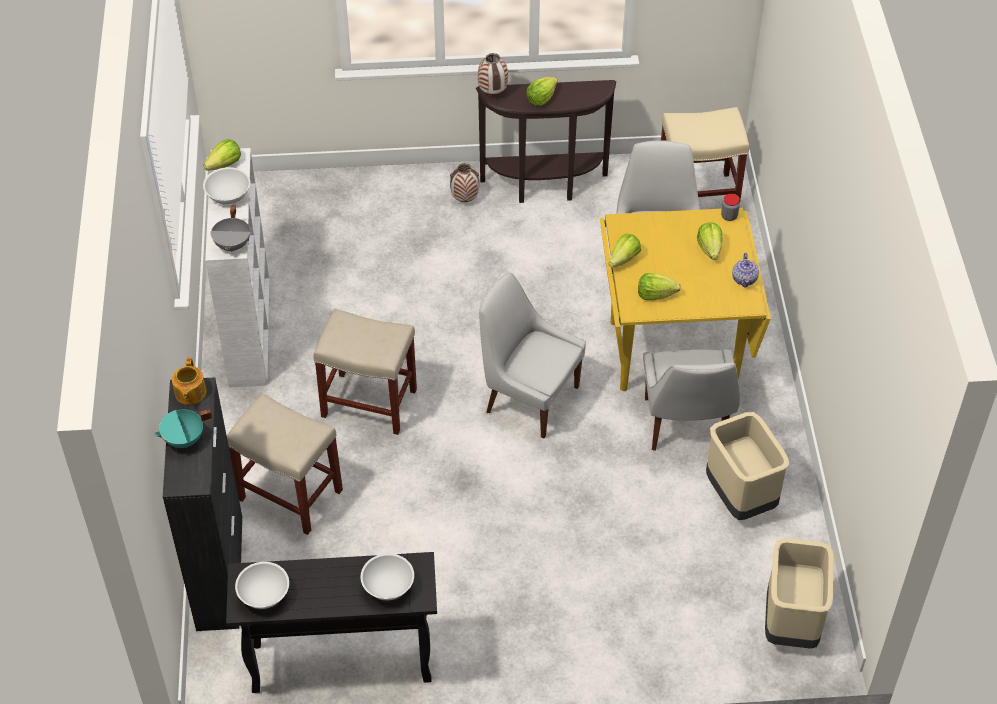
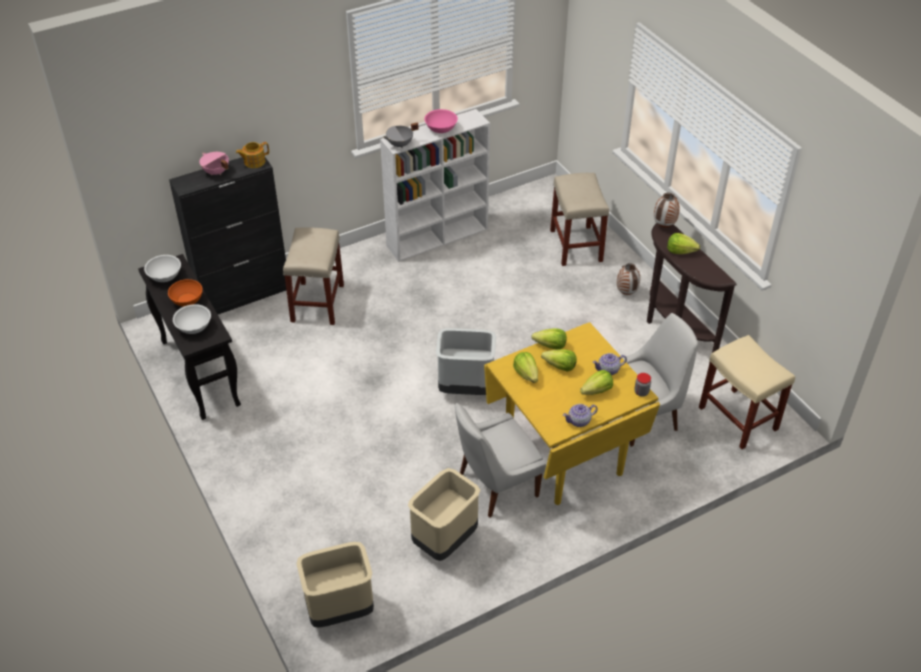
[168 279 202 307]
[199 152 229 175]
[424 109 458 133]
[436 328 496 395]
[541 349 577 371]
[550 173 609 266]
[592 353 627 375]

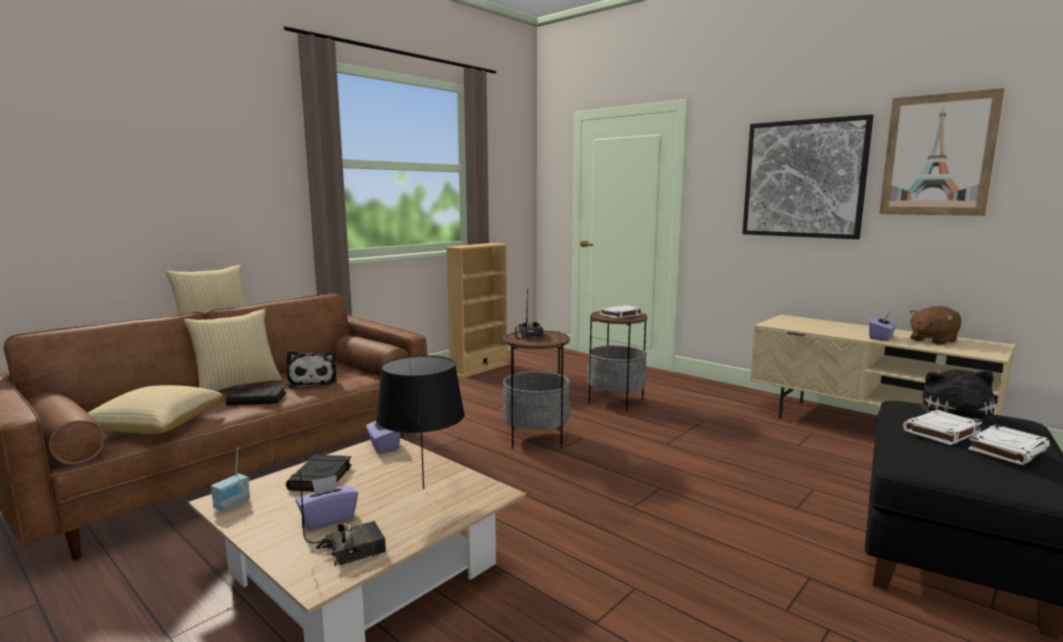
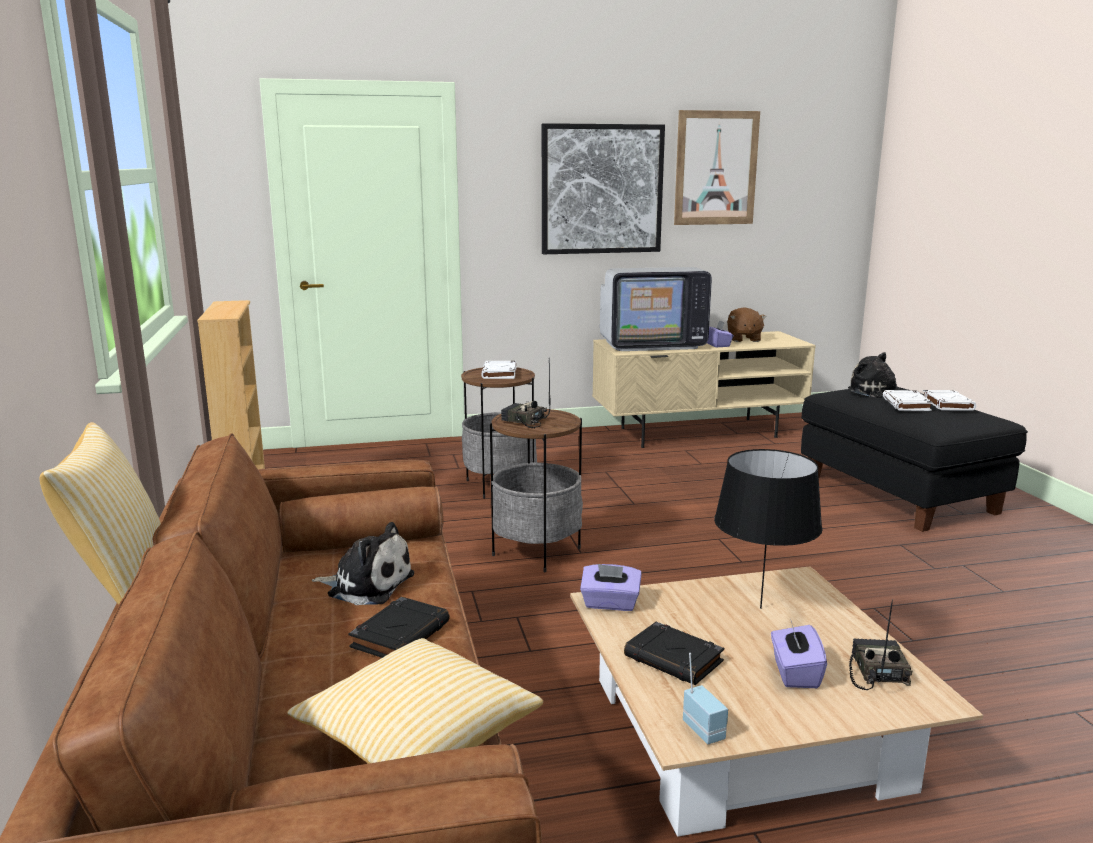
[600 267 712 351]
[184 309 282 391] (first image)

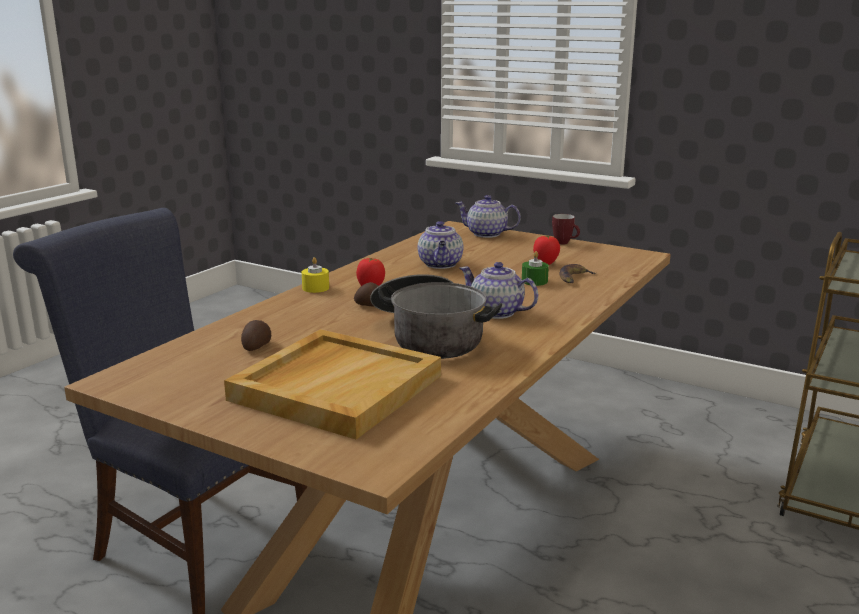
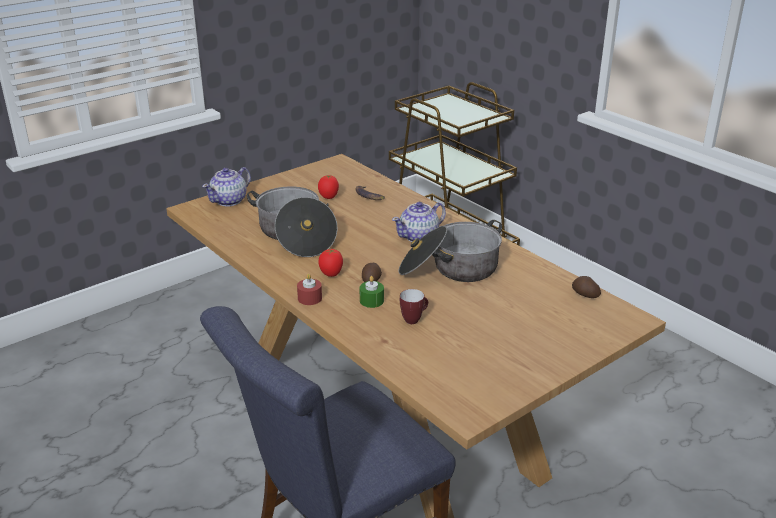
[247 186 338 257]
[297 274 322 305]
[359 276 384 308]
[400 289 428 324]
[572 276 601 298]
[224 329 441 439] (first image)

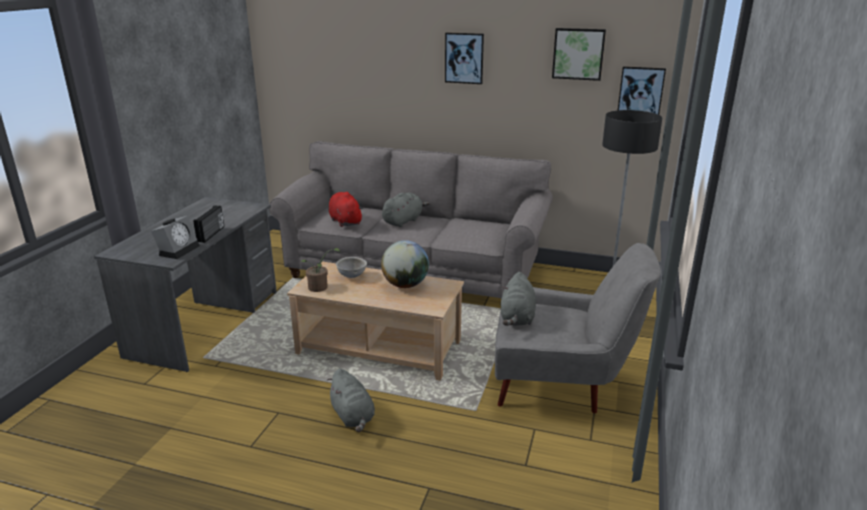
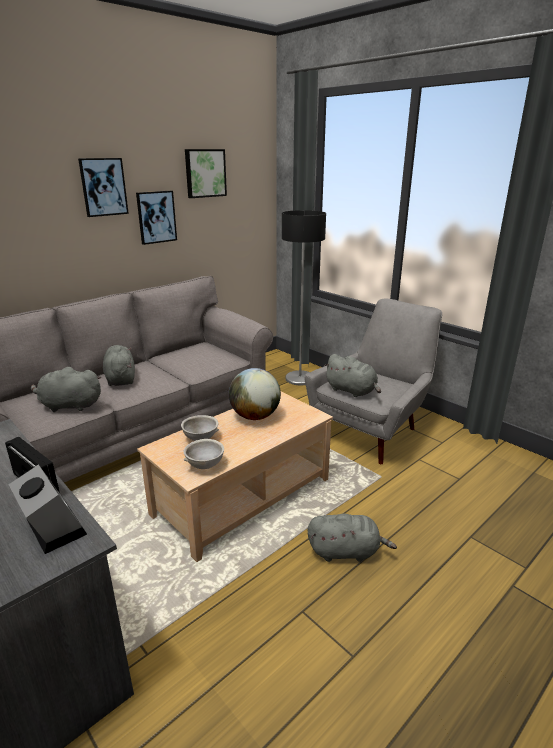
[31 367 102 412]
[136 191 177 245]
[184 439 224 469]

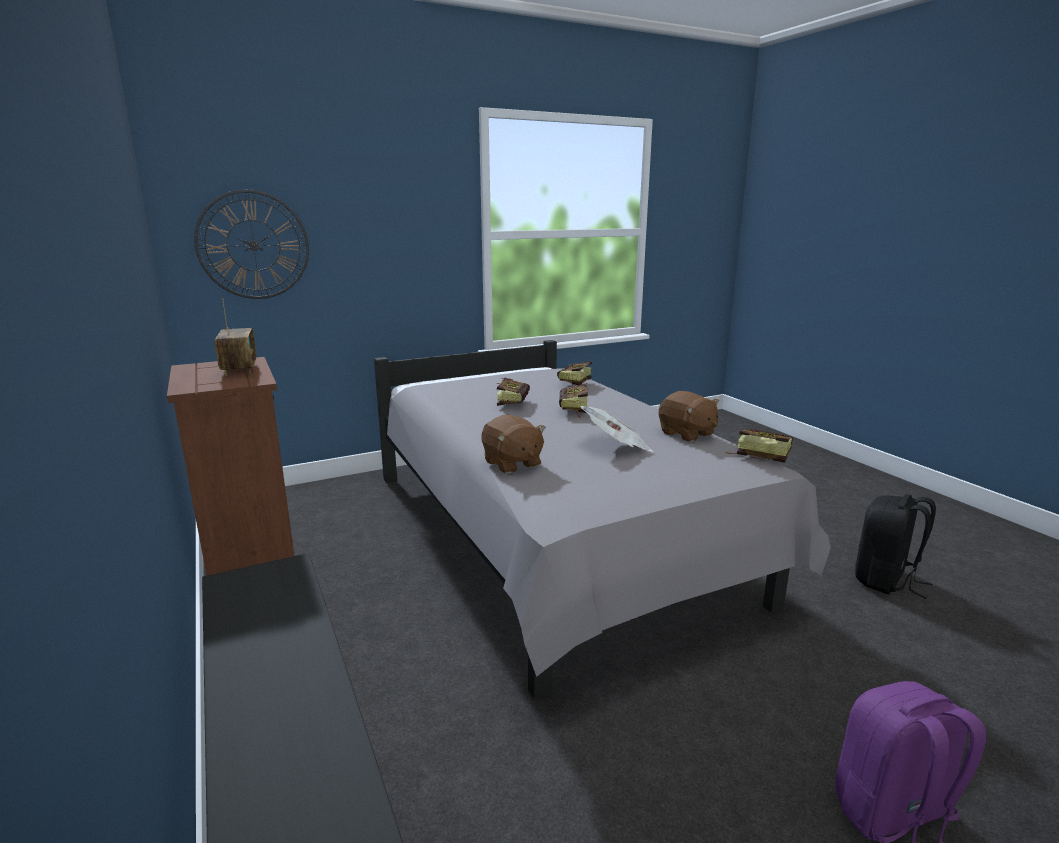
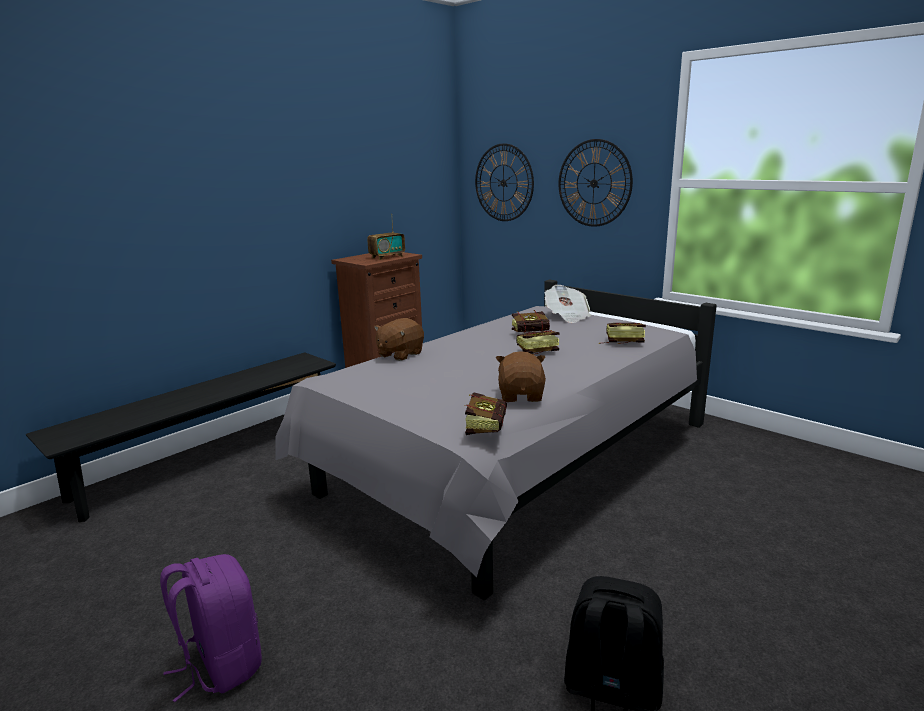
[496 351 546 402]
[545 285 591 323]
[559 139 633 227]

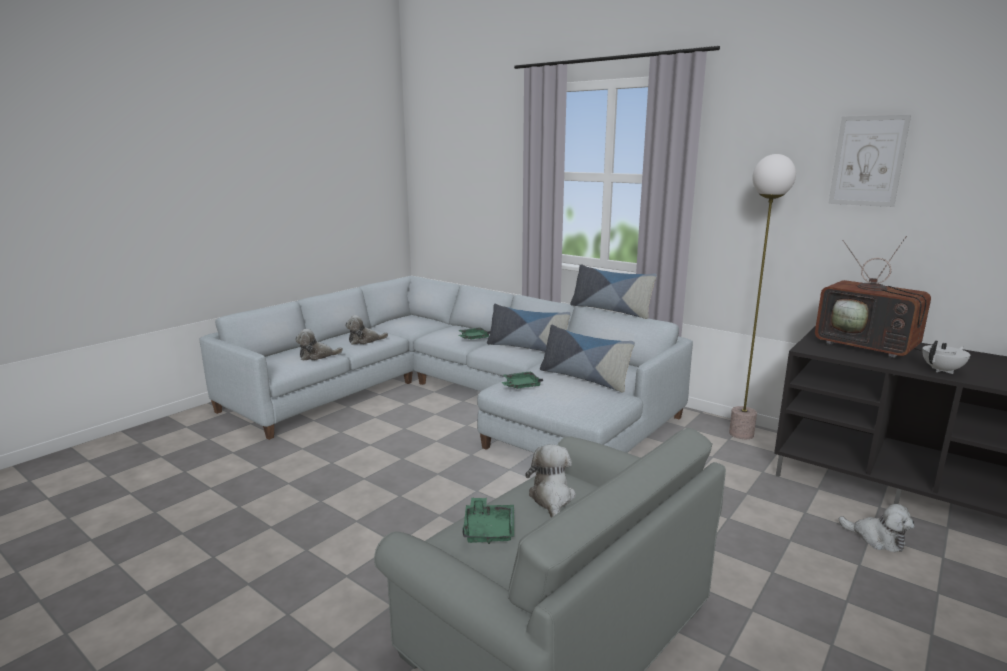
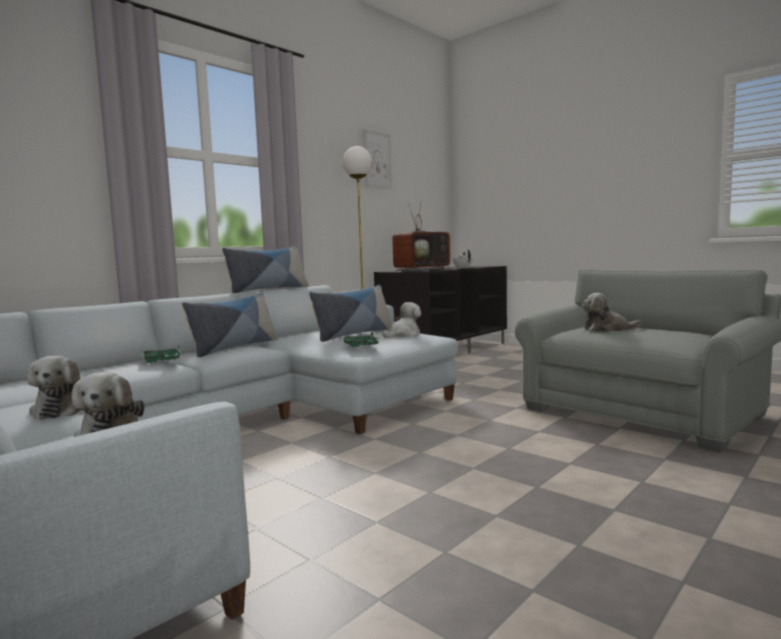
[382 302 421 338]
[462 498 514 544] (first image)

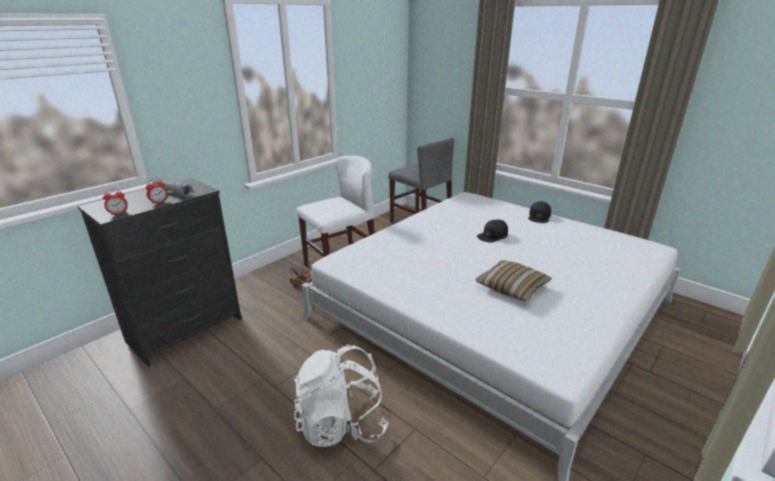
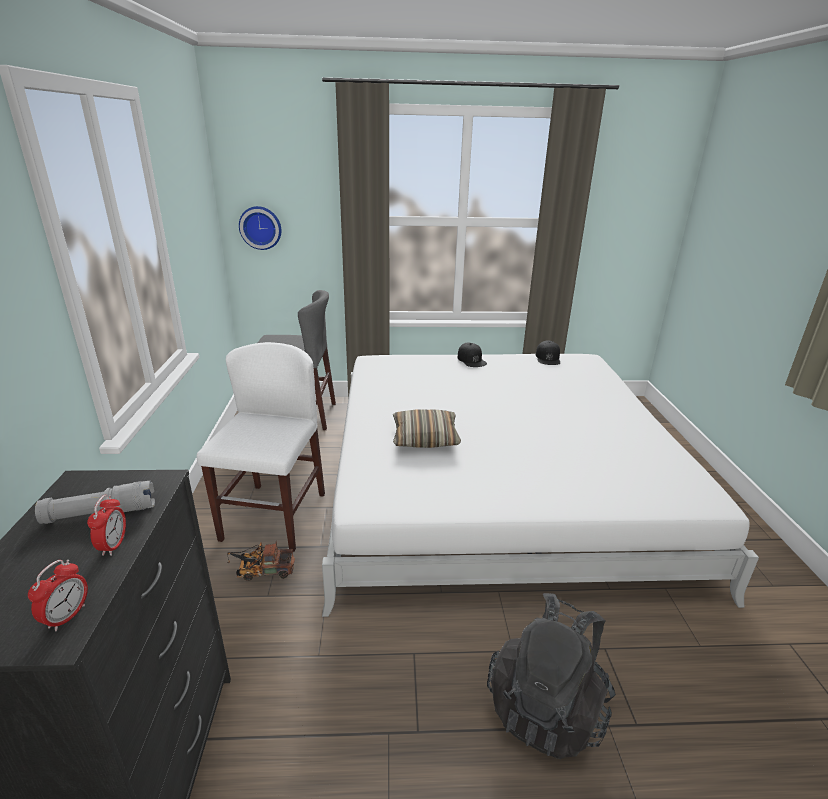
[239 206 281 250]
[393 409 461 448]
[487 593 616 759]
[536 340 560 365]

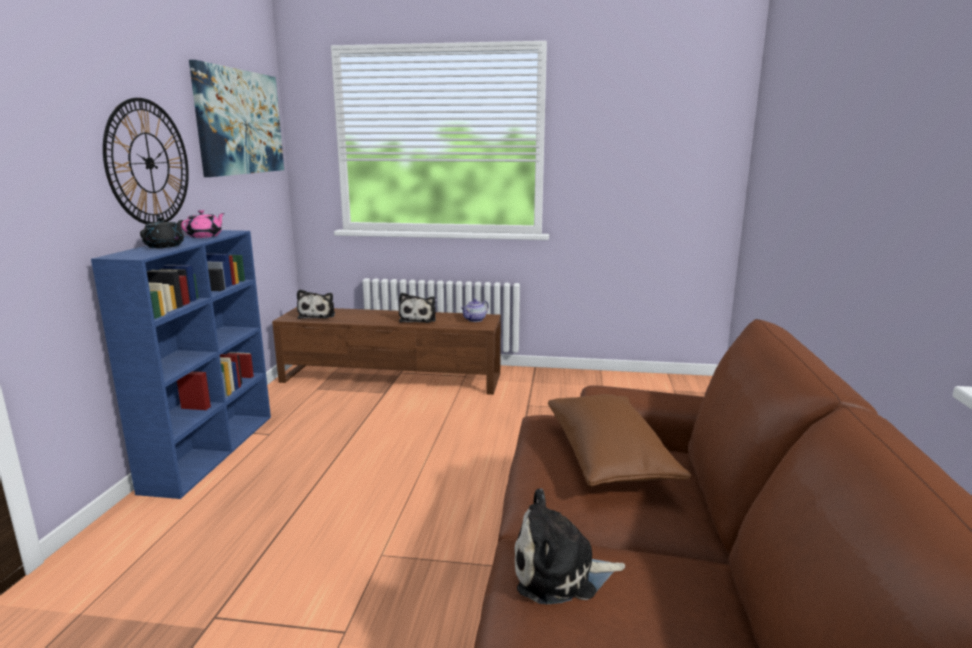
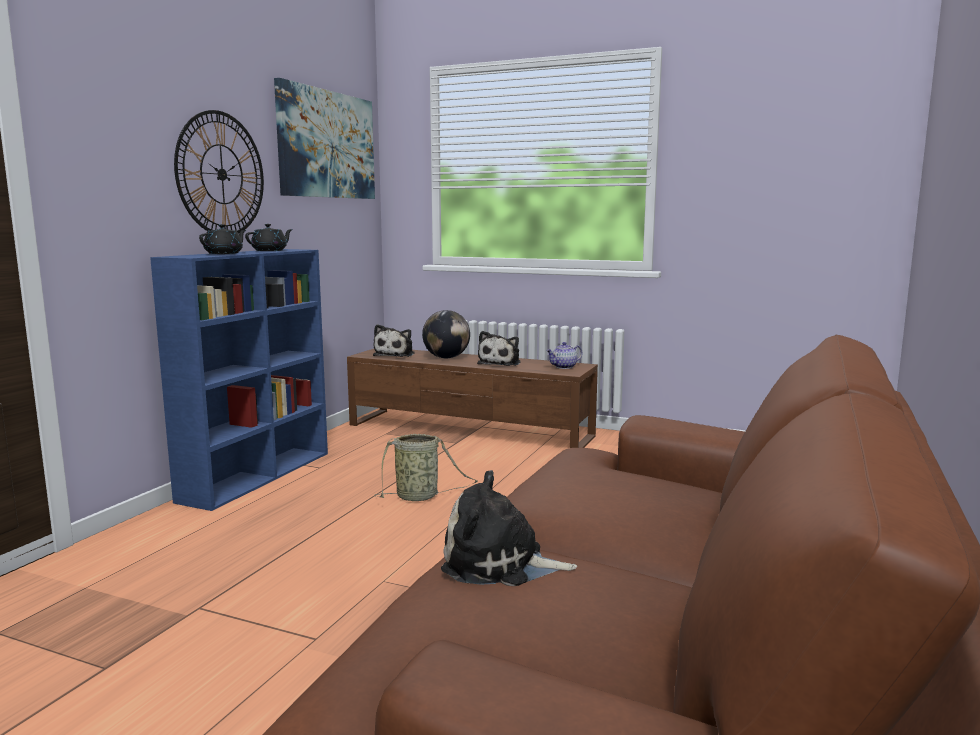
[245 224 293 251]
[374 434 478 501]
[422 310 470 358]
[548 394 691 486] (first image)

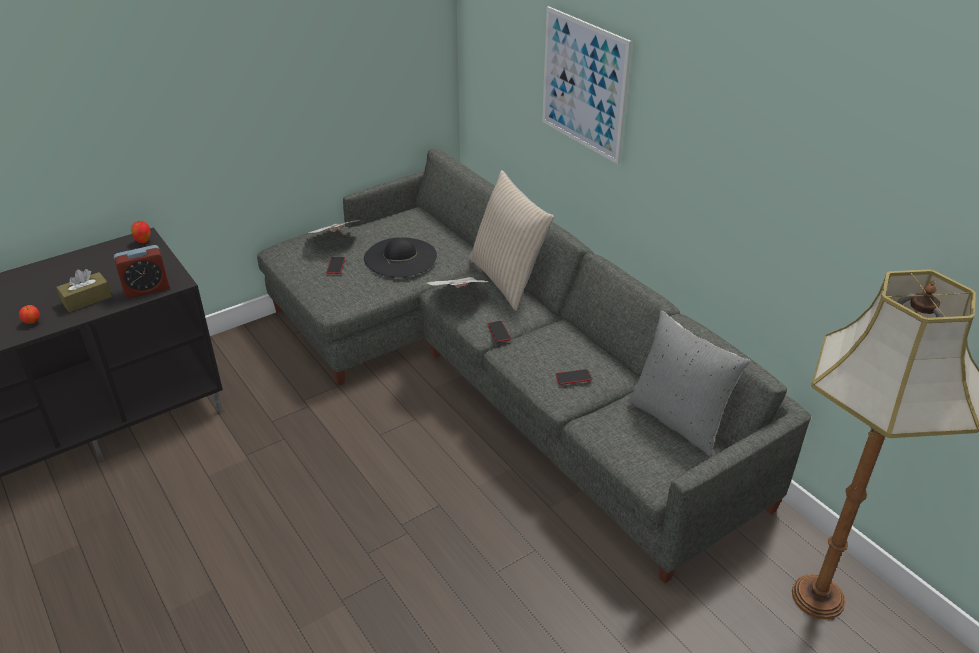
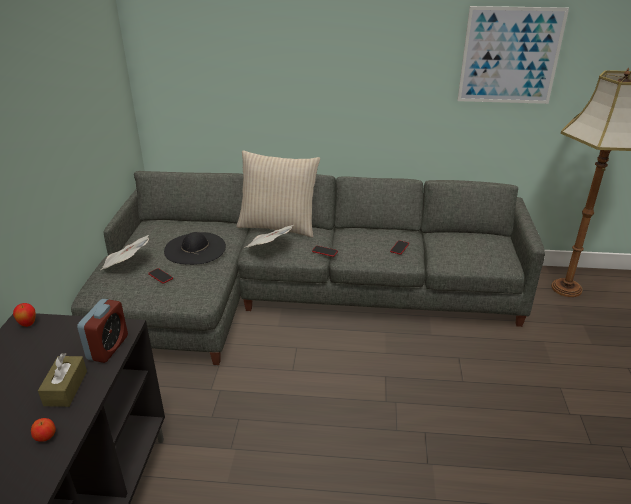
[457 6 569 104]
[627 310 750 456] (first image)

